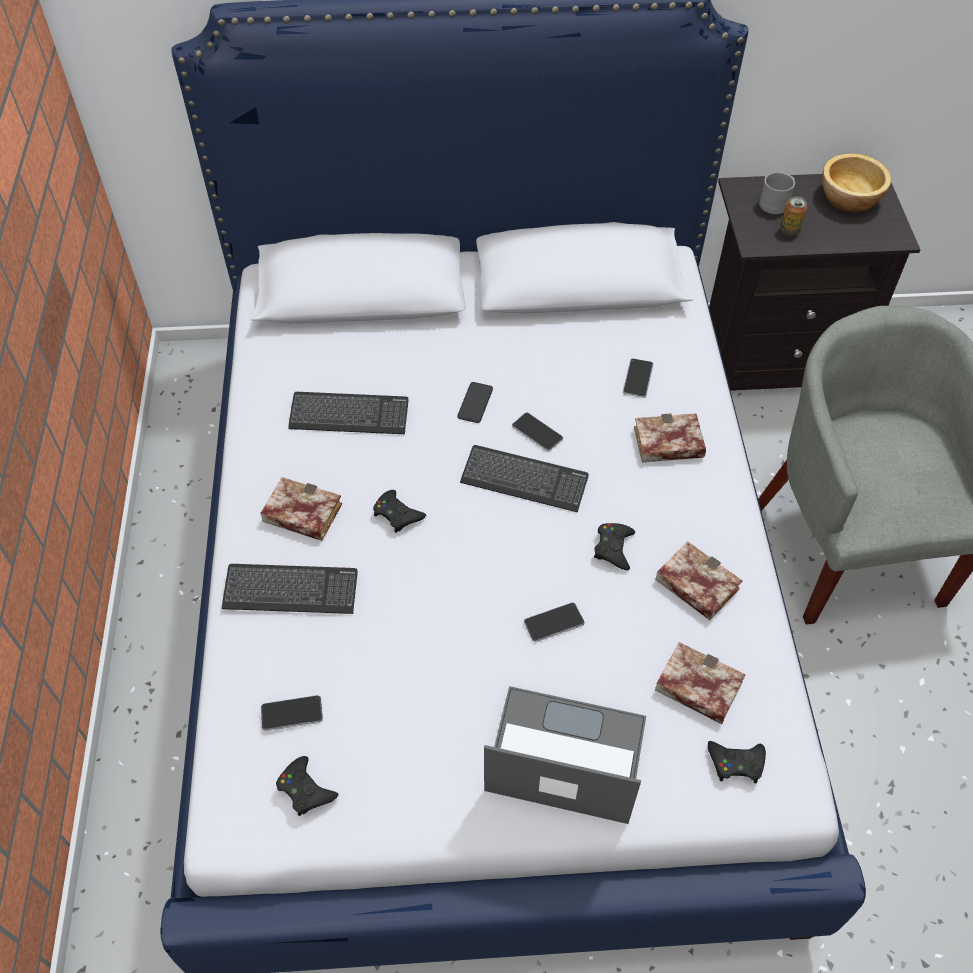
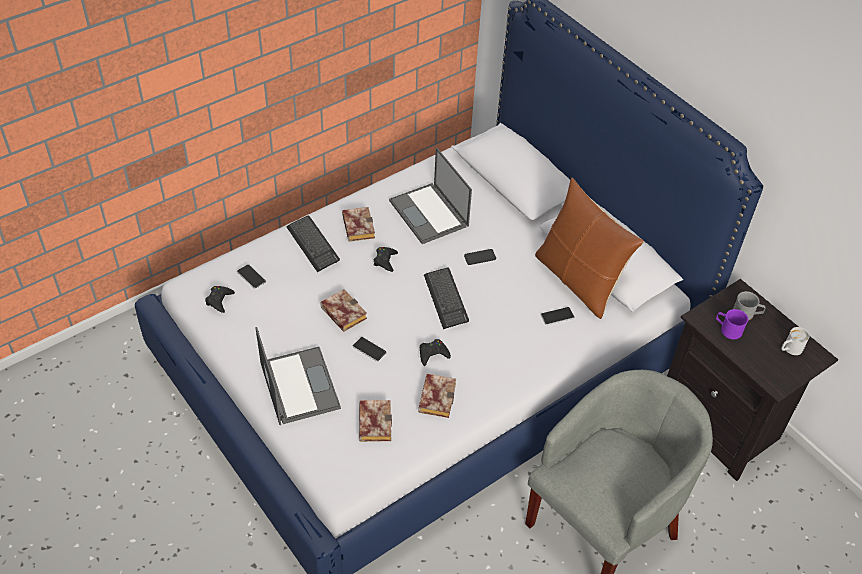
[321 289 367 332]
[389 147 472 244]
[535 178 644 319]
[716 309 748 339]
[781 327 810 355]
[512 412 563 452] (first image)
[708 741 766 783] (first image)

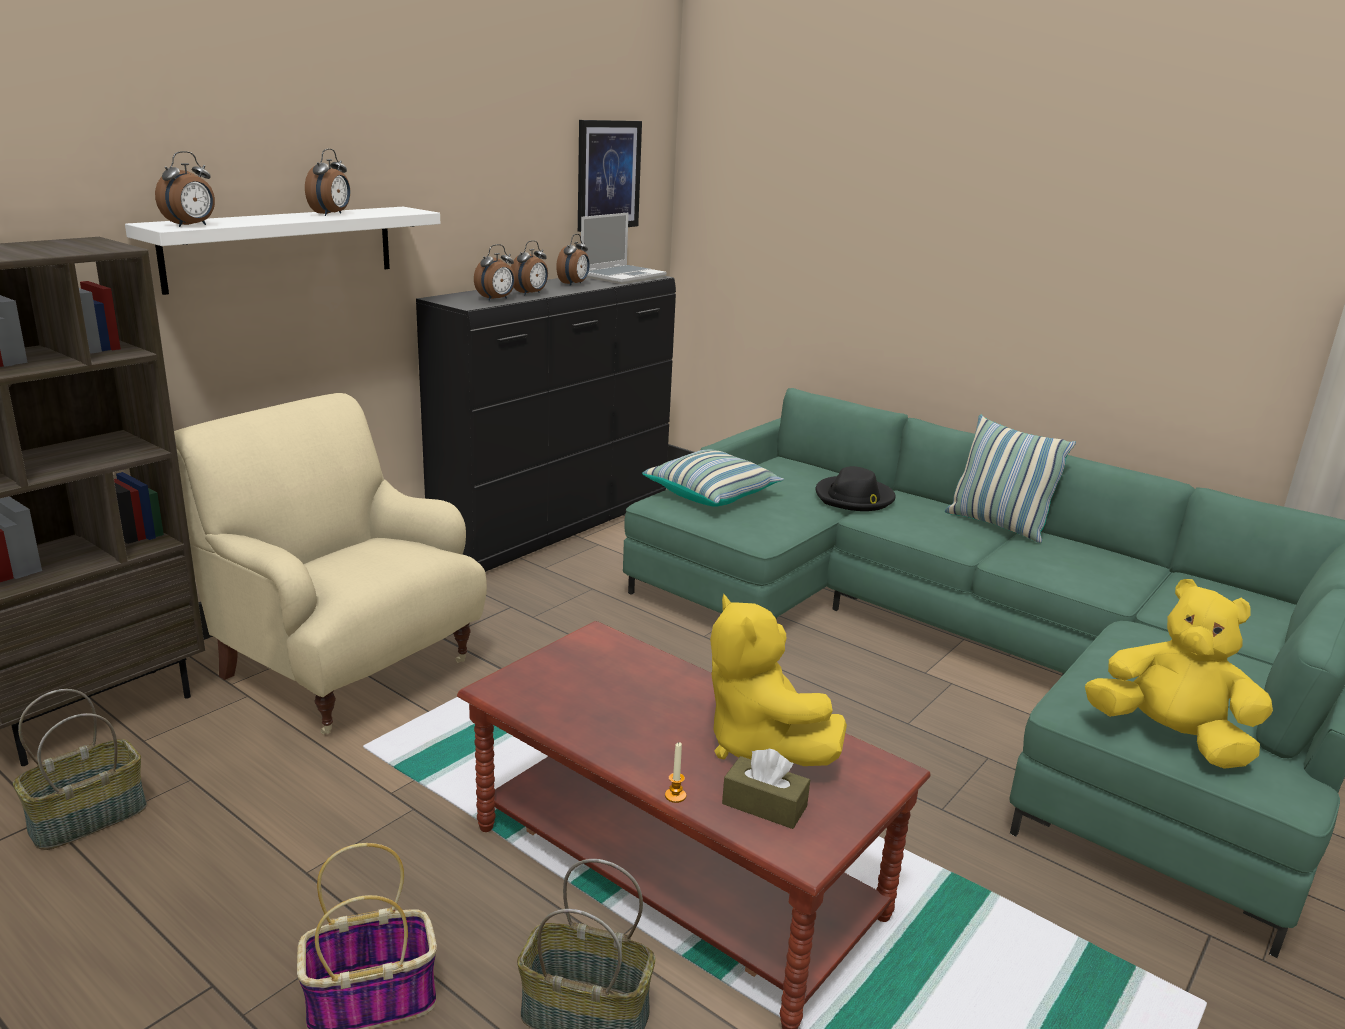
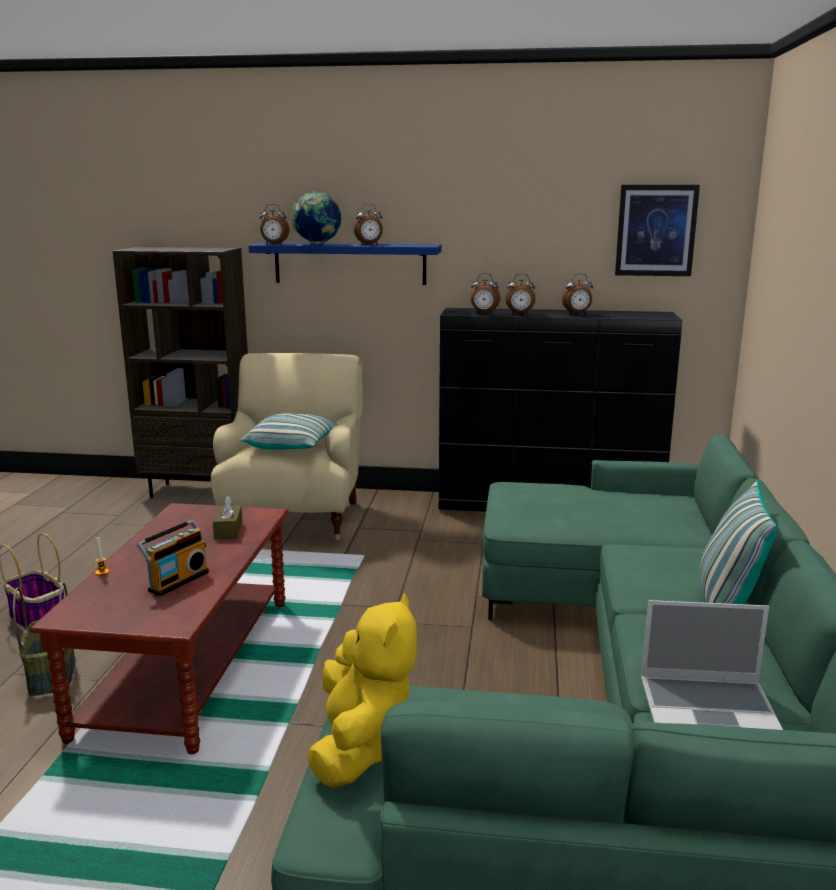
[136 520 209 596]
[213 496 243 539]
[240 413 341 450]
[249 243 441 285]
[292 191 341 244]
[641 600 783 730]
[13 689 147 850] (first image)
[816 466 896 511] (first image)

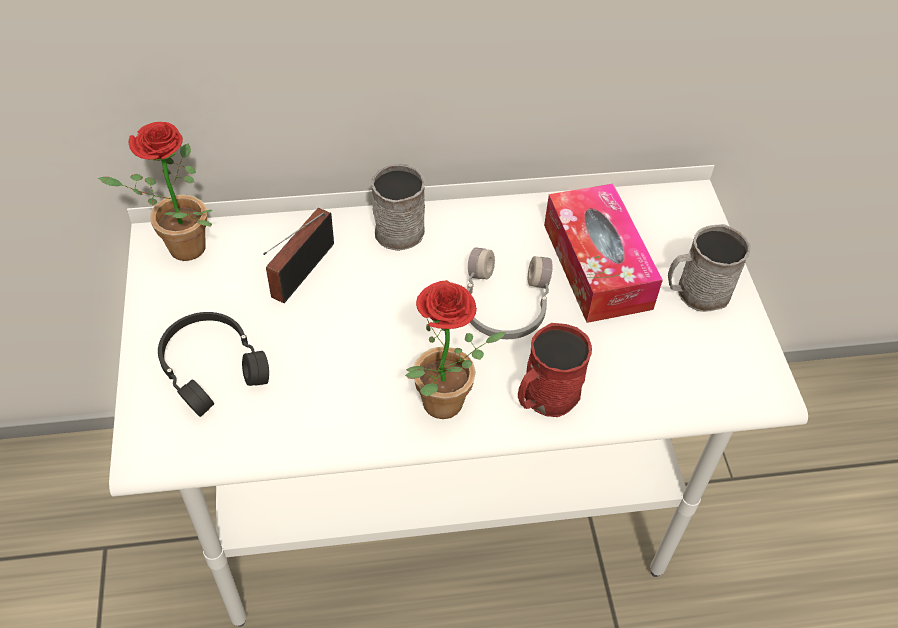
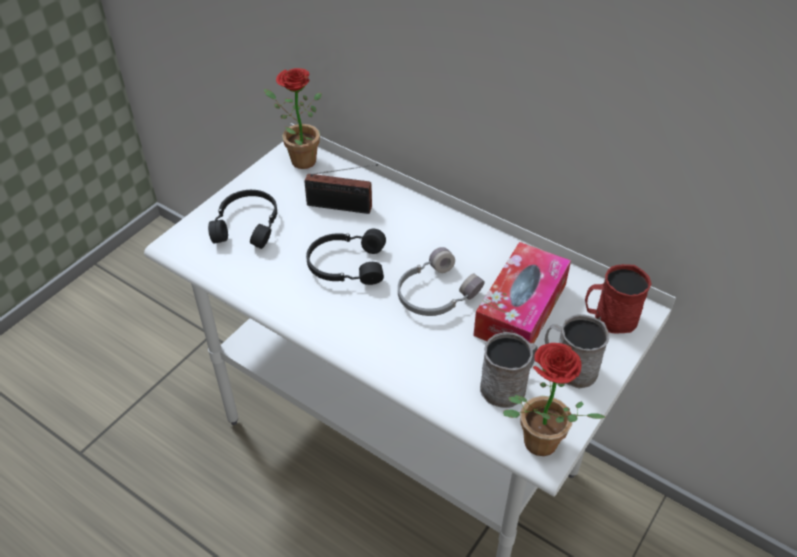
[304 164 378 214]
[306 229 386 285]
[480 332 538 408]
[503 343 605 456]
[585 264 652 333]

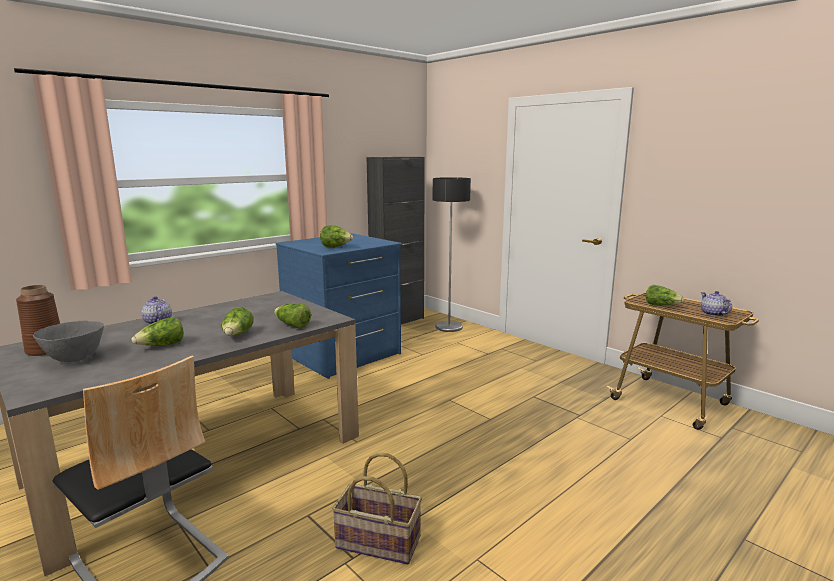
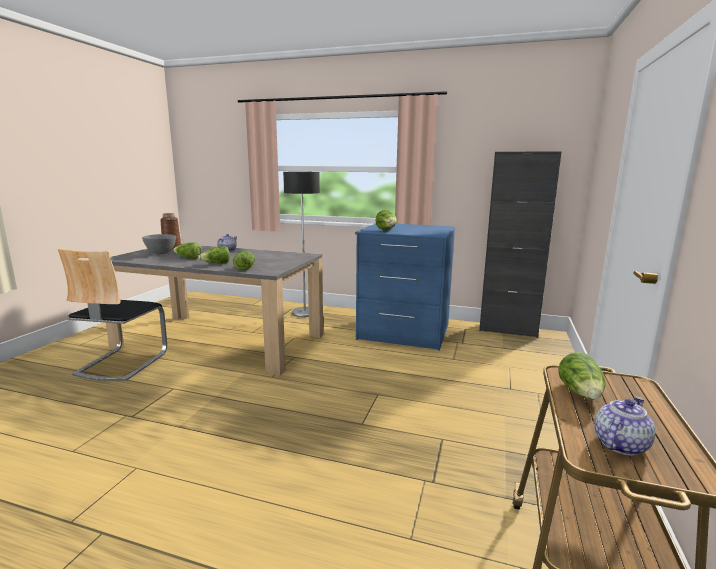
[283 172 320 317]
[332 453 422 565] (first image)

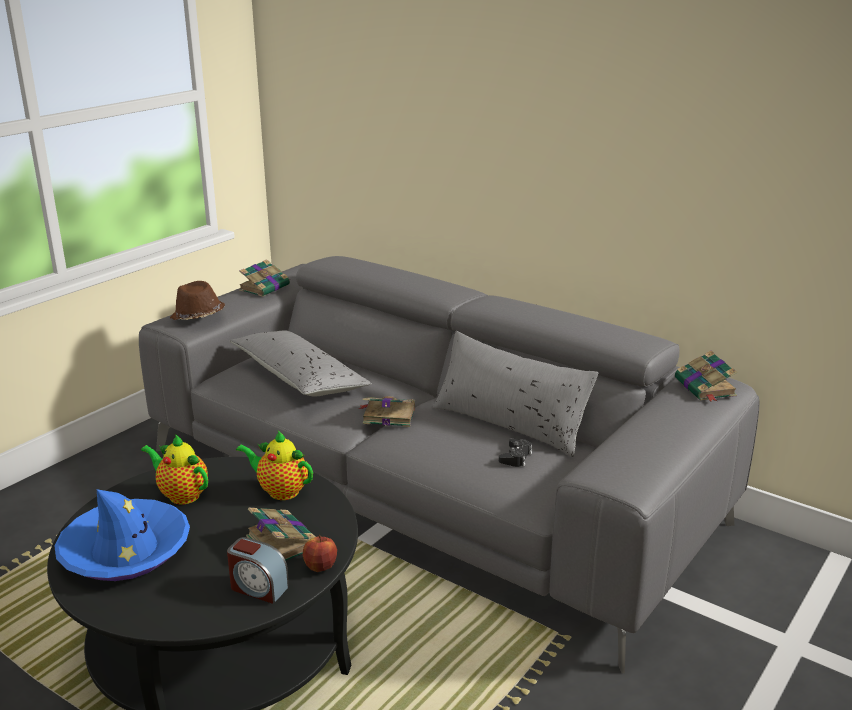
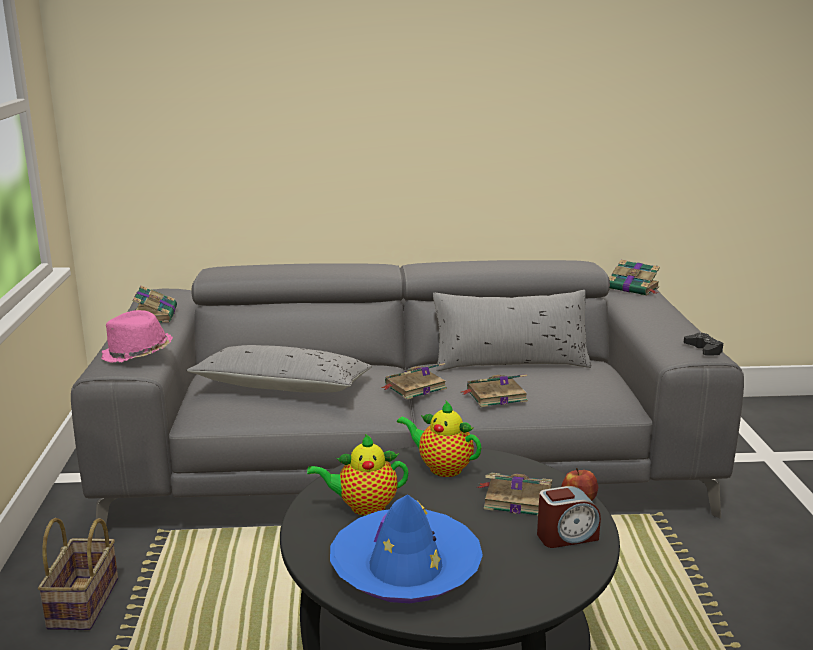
[38 518 118 630]
[102 310 173 363]
[397 401 482 477]
[462 374 528 407]
[684 332 723 356]

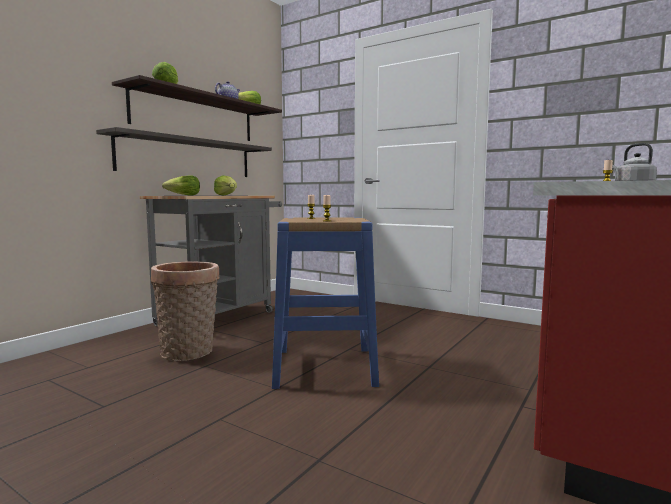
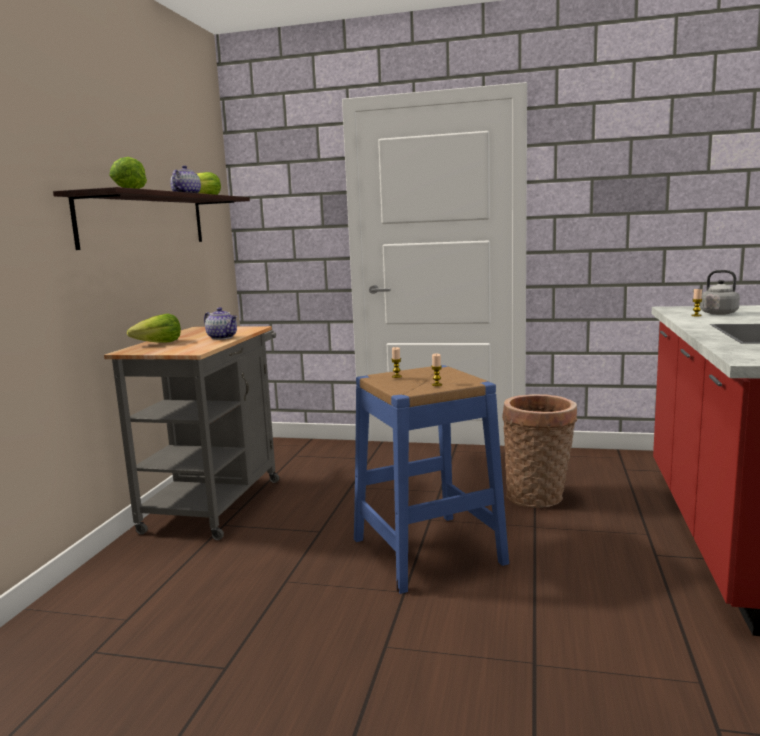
[204 307 237 340]
[502 394 578 508]
[96 127 272 177] (first image)

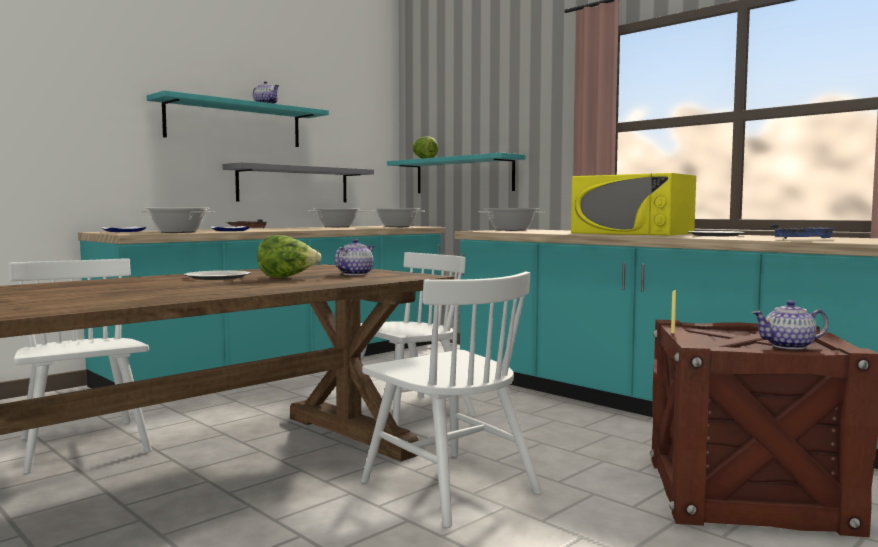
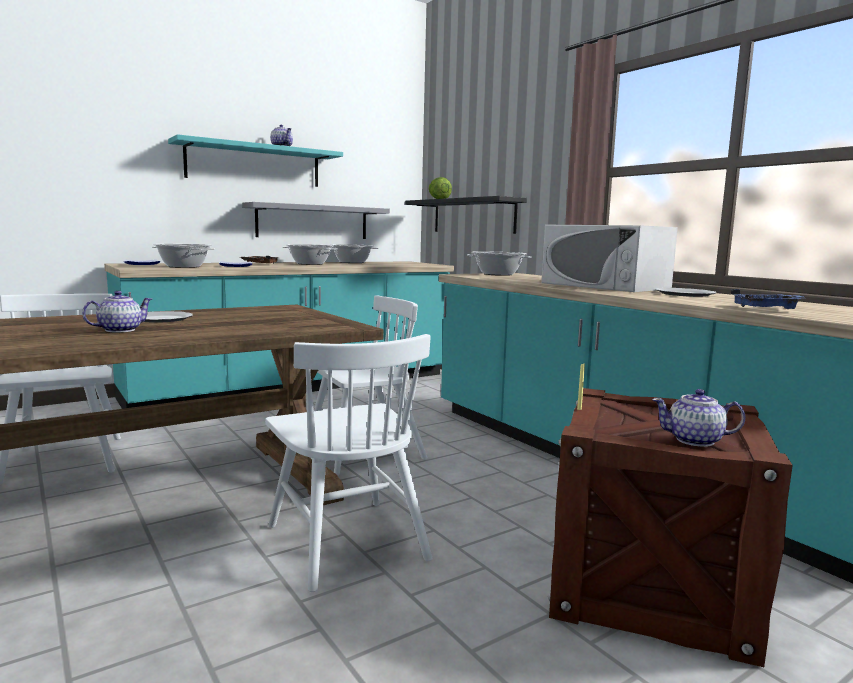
[82 291 152 333]
[282 244 338 265]
[405 196 527 234]
[542 225 678 292]
[257 235 321 278] (first image)

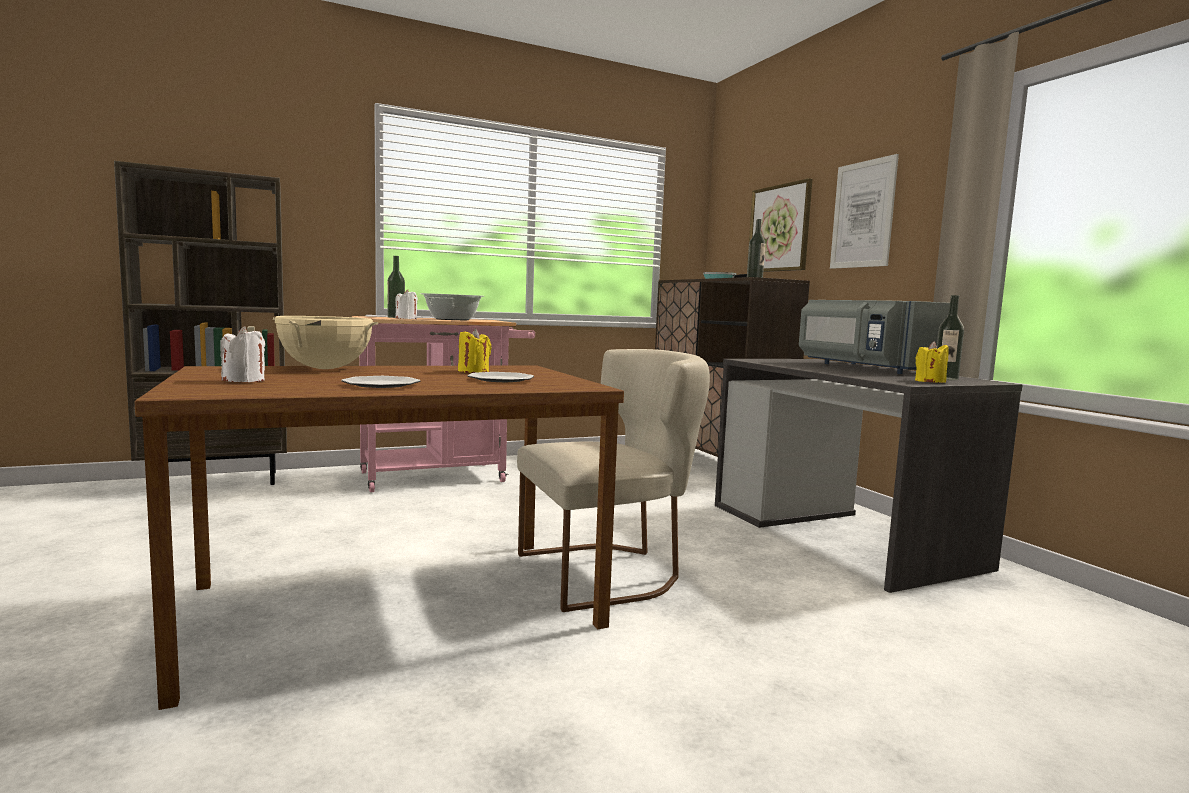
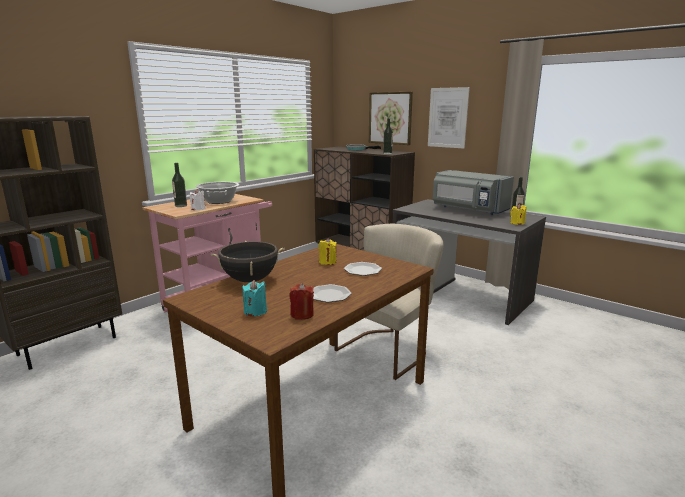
[211 241 285 282]
[242 280 267 316]
[289 283 314 320]

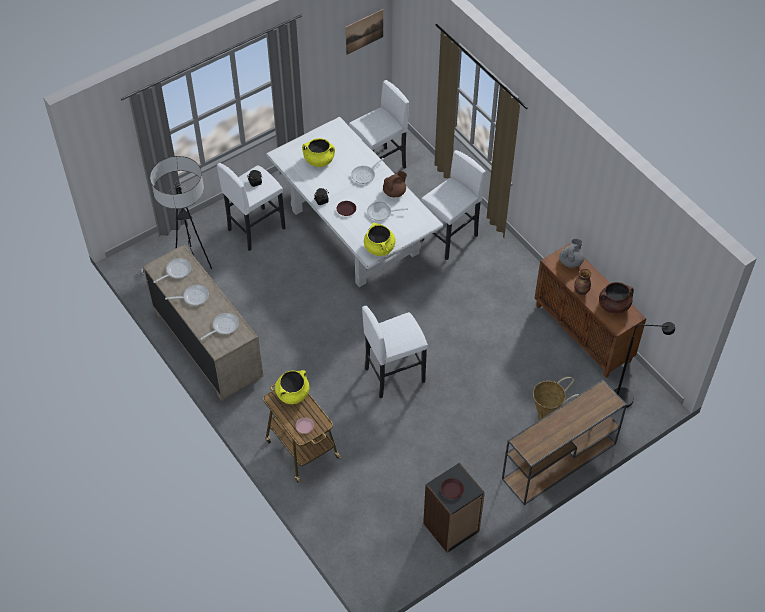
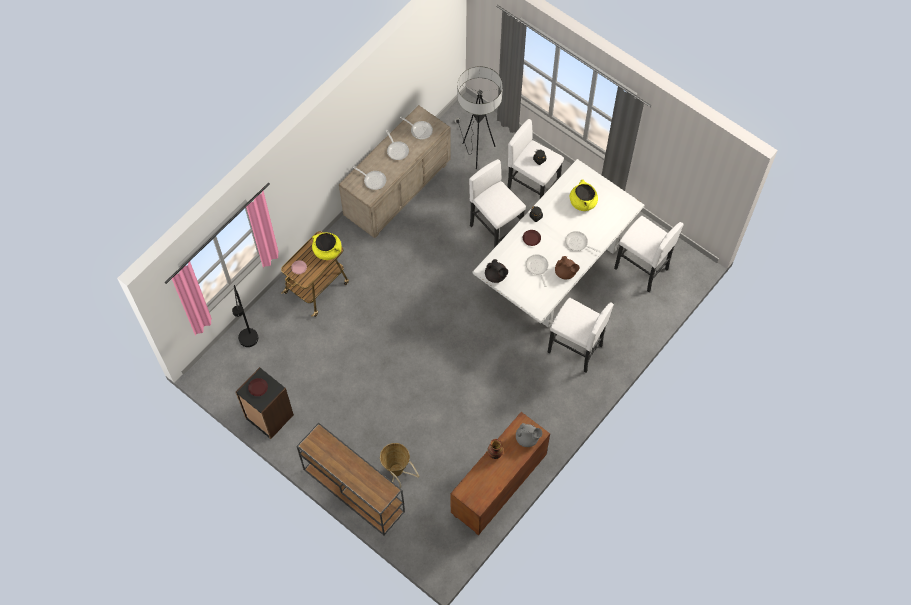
[232 285 258 347]
[469 159 526 248]
[485 259 508 283]
[345 9 383 55] (first image)
[599 282 634 314] (first image)

